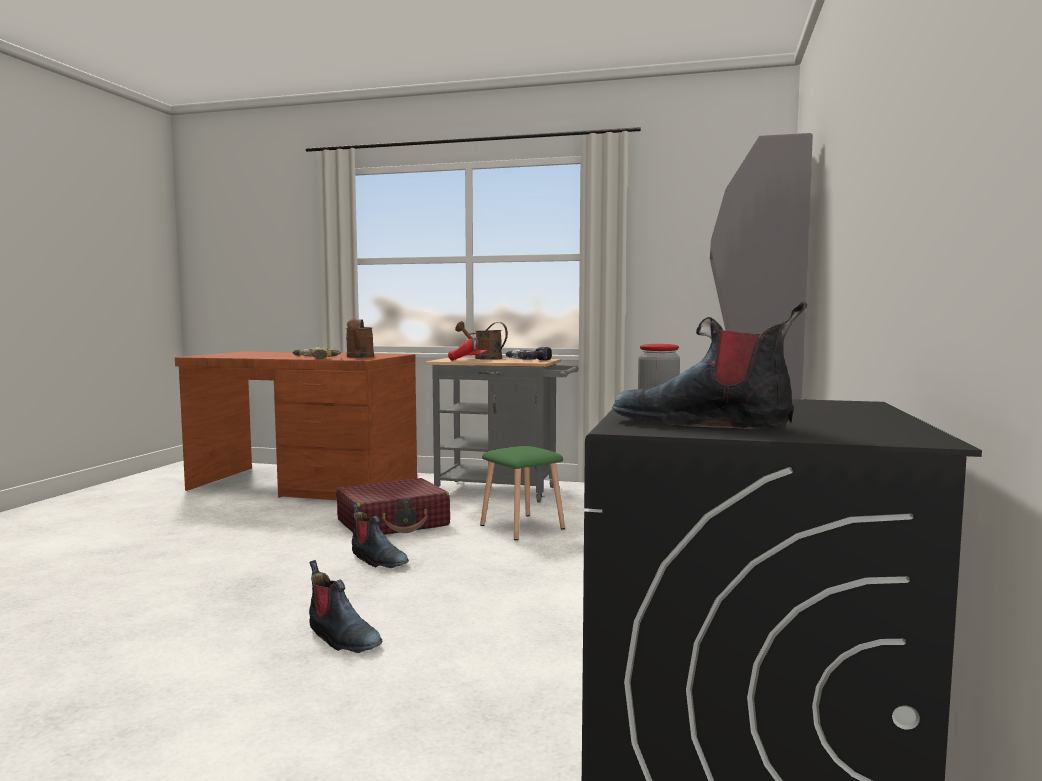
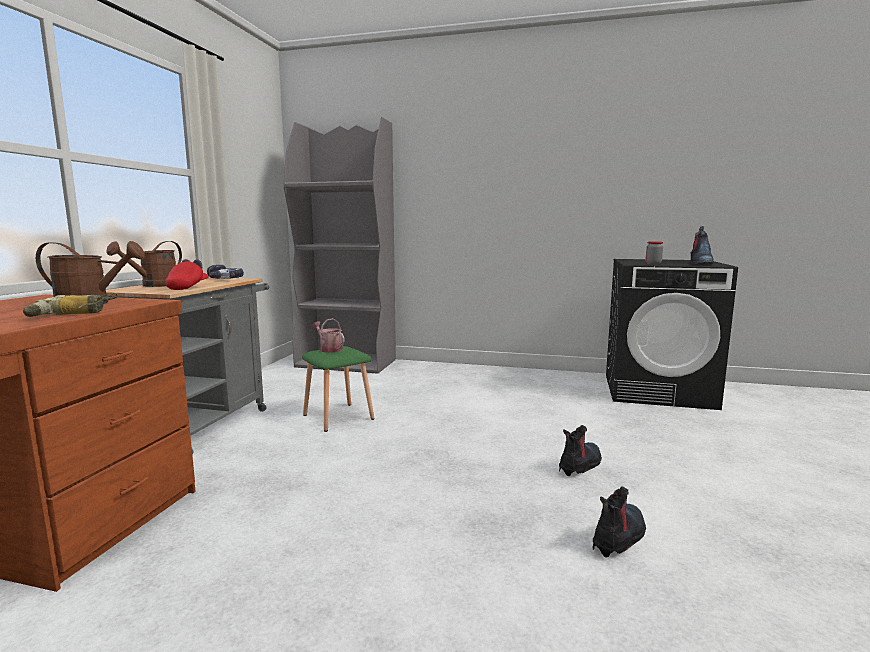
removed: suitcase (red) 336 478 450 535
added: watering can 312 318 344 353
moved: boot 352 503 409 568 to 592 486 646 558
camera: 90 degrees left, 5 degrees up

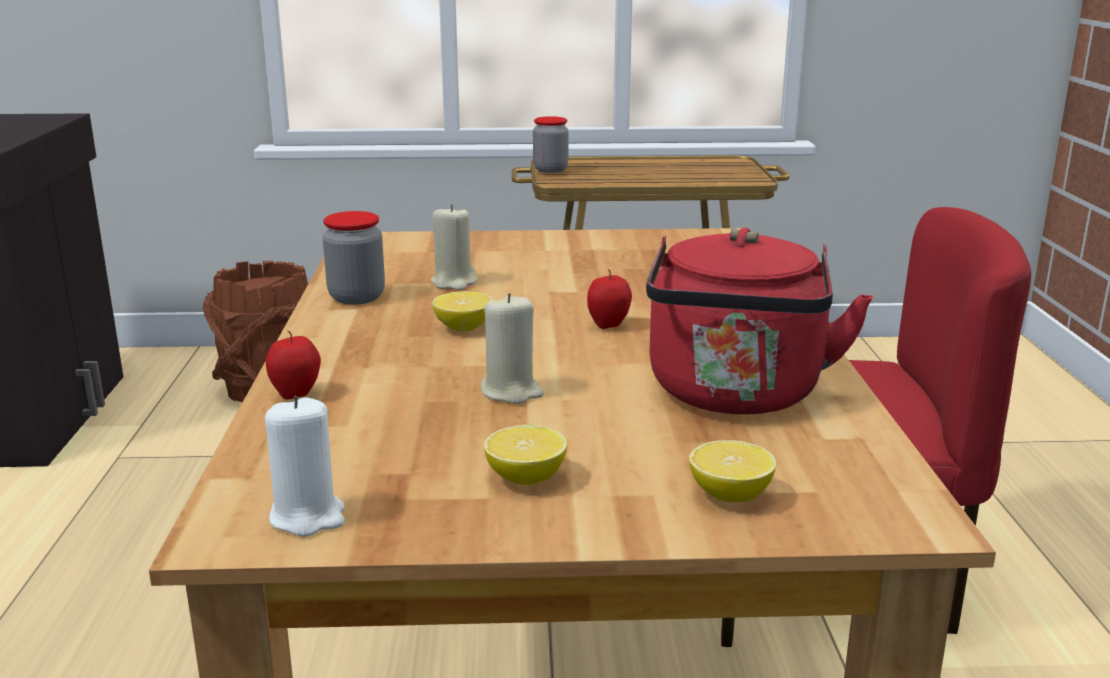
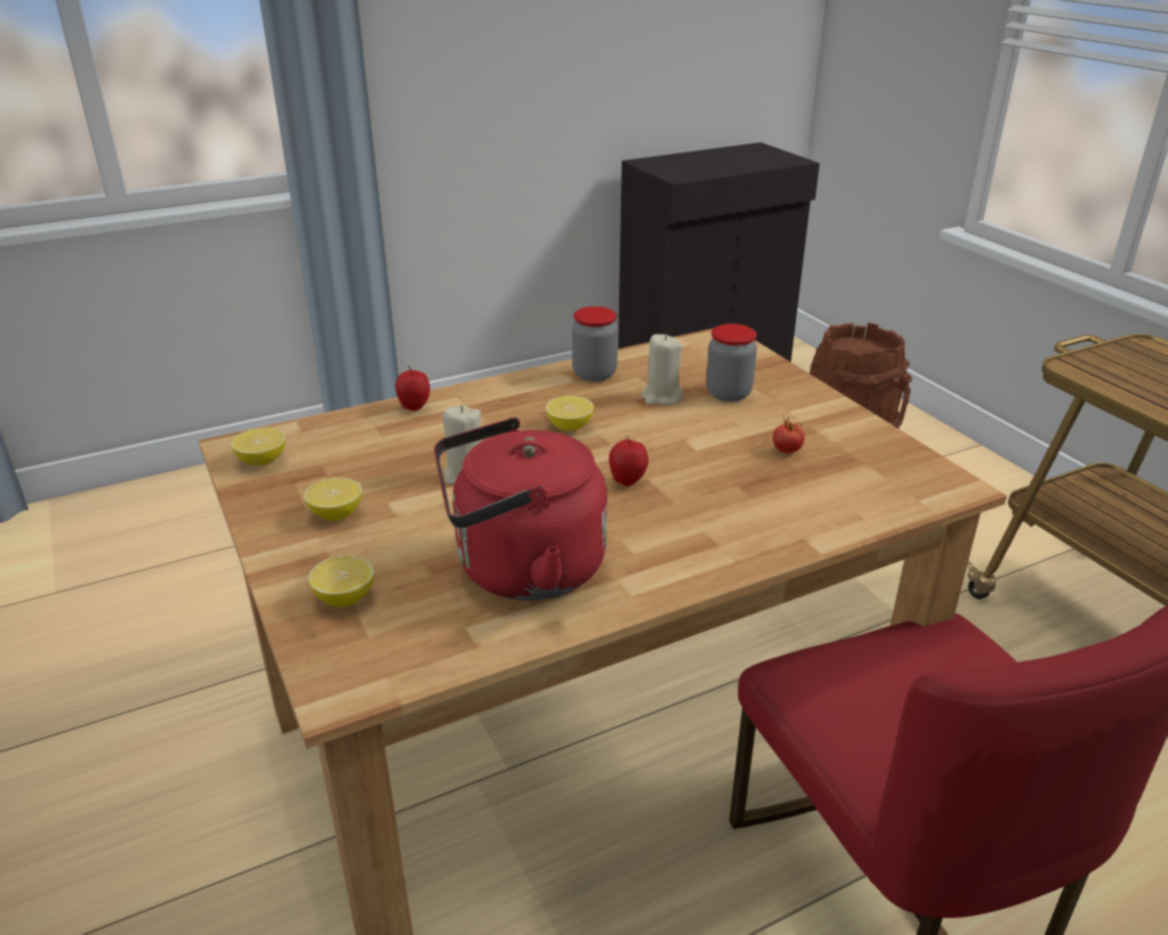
added: tomato 773 416 804 454
moved: jar 533 116 569 173 to 706 324 757 402
replaced: candle (white) 265 396 344 537 to lemon 231 428 285 466
camera: 65 degrees right, 10 degrees up

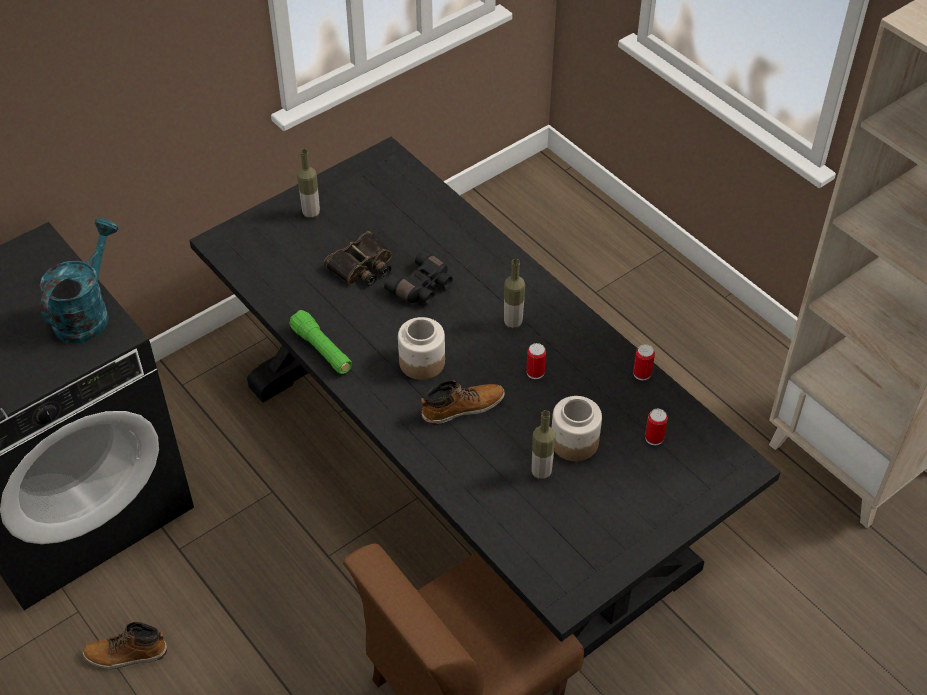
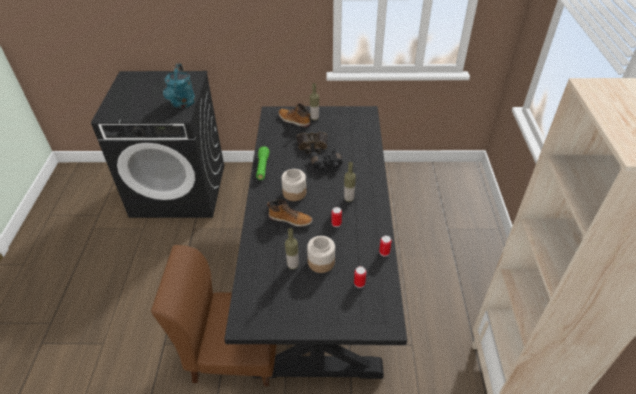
moved: boot 83 622 167 669 to 279 103 310 127
turned: watering can (turquoise) 40 218 119 343 = 163 64 196 108 120 degrees clockwise
camera: 40 degrees right, 5 degrees down

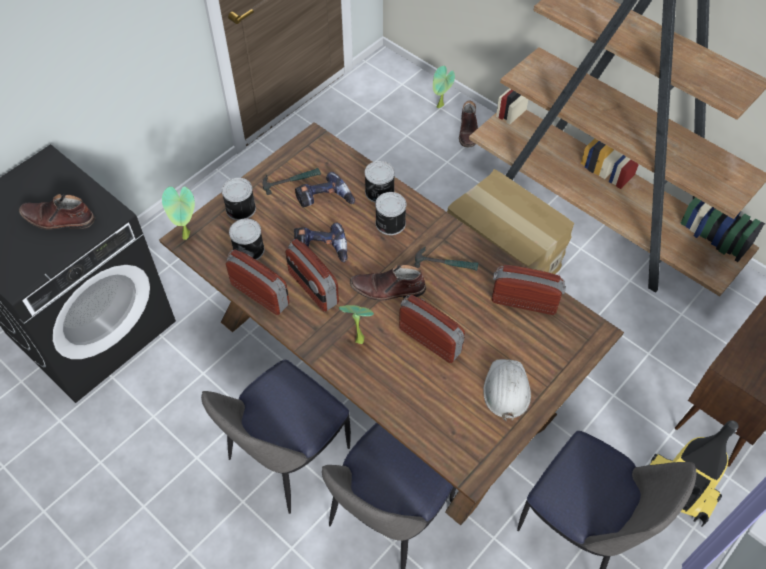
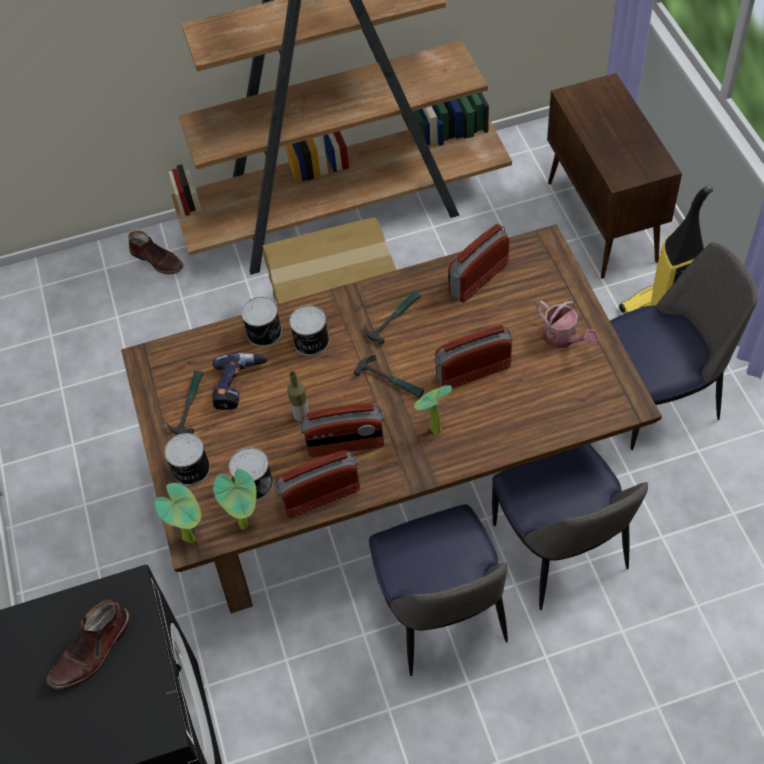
moved: potted plant 433 66 455 108 to 213 468 256 530
replaced: power drill 294 223 348 263 to bottle 287 371 309 422; boot (brown) 350 265 426 301 to hammer 354 355 424 398; hard hat (white) 483 359 531 421 to watering can 536 300 598 349
camera: 55 degrees left, 0 degrees up

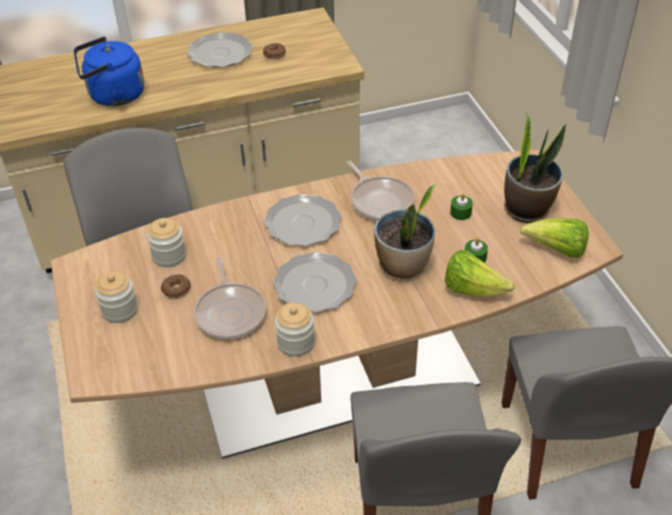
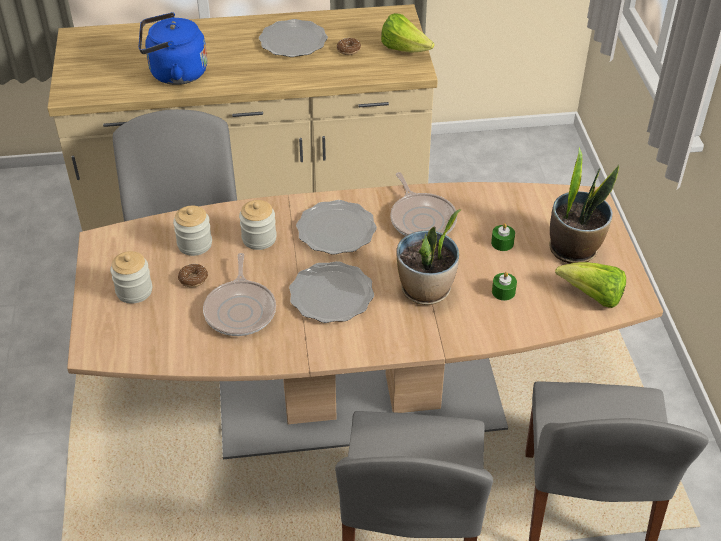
moved: jar 275 302 315 357 to 239 200 277 250; lettuce 445 250 515 297 to 381 13 435 52
camera: 10 degrees right, 0 degrees up

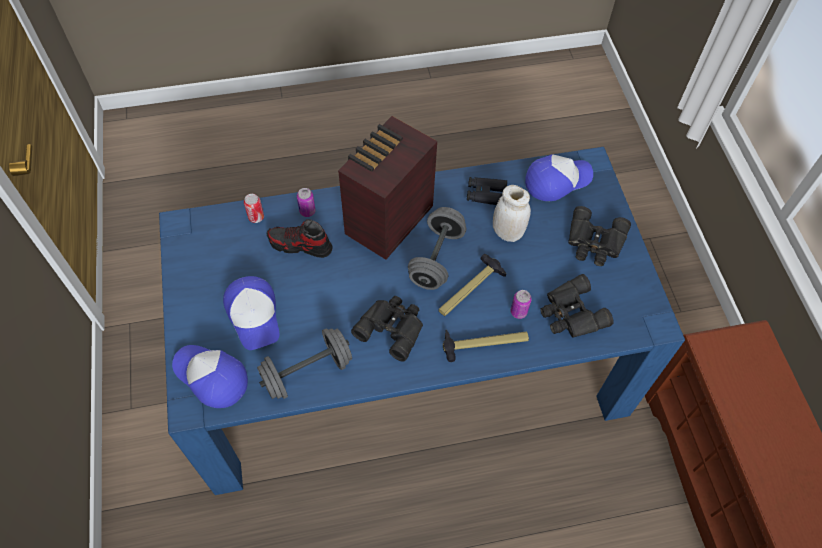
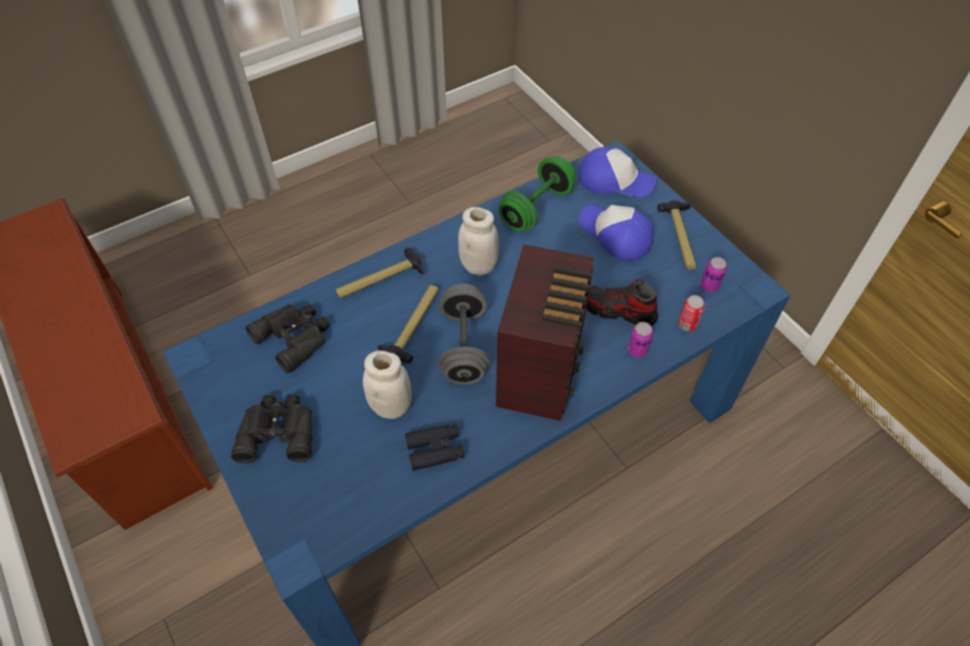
removed: cap 525 154 593 201
added: hammer 657 200 697 270
moved: can 510 290 532 319 to 701 257 727 292
replaced: binoculars (black) 351 296 423 362 to jar (white) 458 207 499 276
recoloured: dumbbell (grey) 257 328 352 399 to dumbbell (green) 499 157 576 231
turned: shoe 267 219 332 258 = 586 280 658 326 150 degrees counterclockwise
camera: 160 degrees right, 5 degrees down

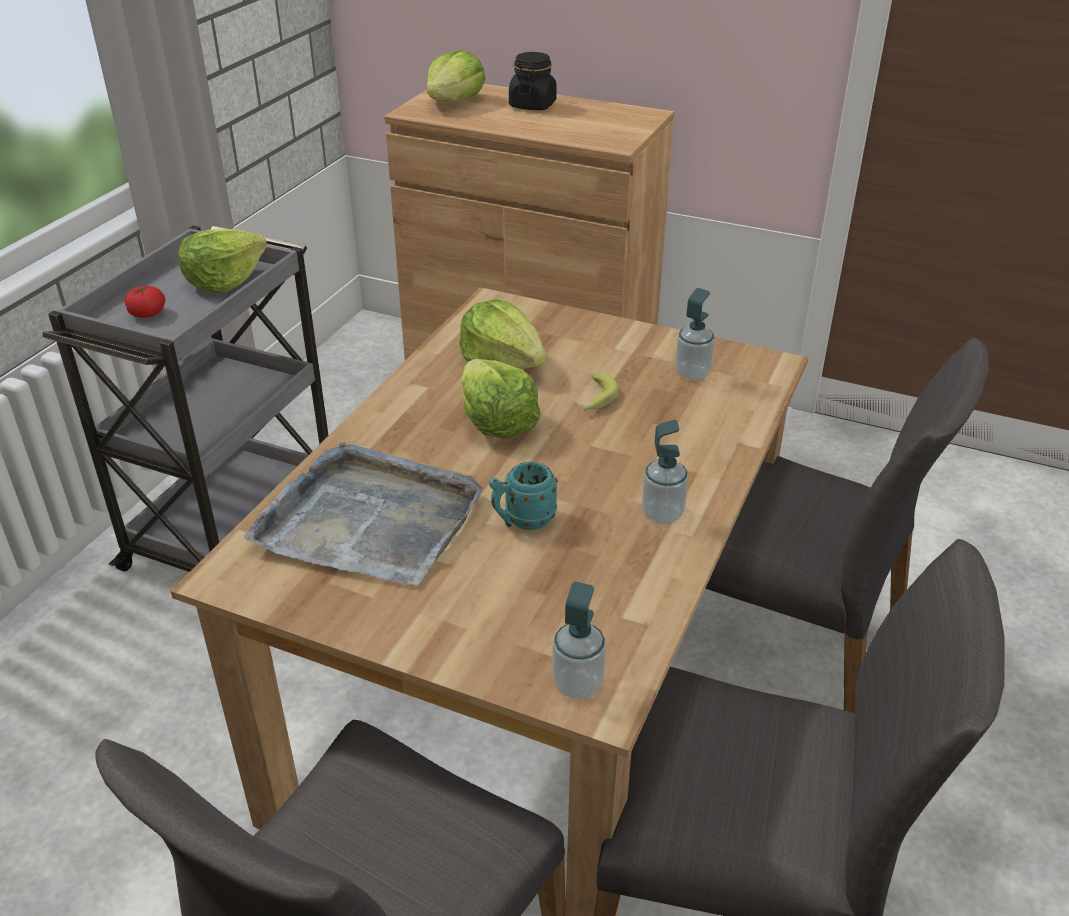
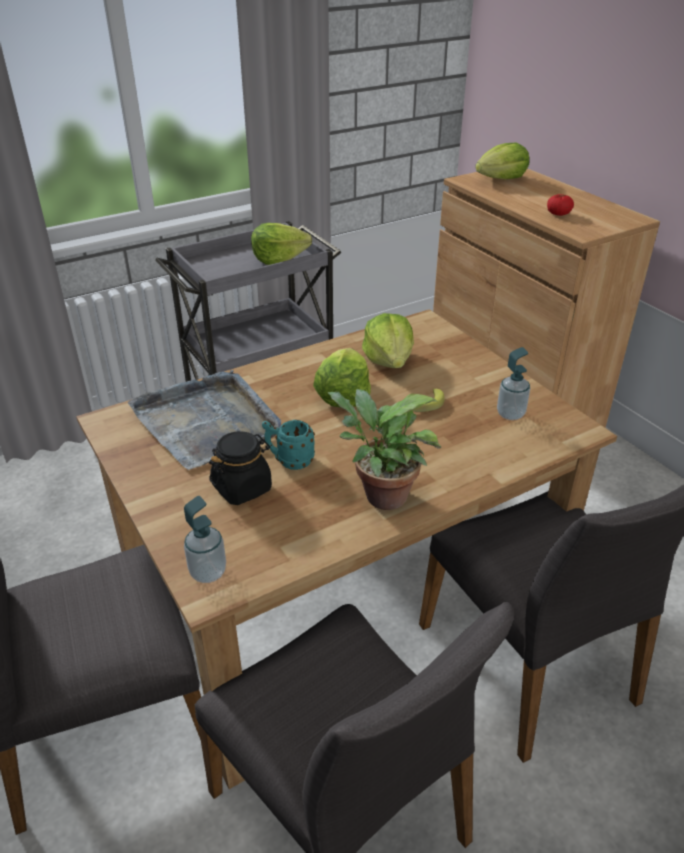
moved: jar (black) 509 52 557 110 to 209 431 272 505; tomato 125 286 165 318 to 547 194 574 216
replaced: soap dispenser 642 420 688 524 to potted plant 328 389 441 510
camera: 35 degrees right, 0 degrees up

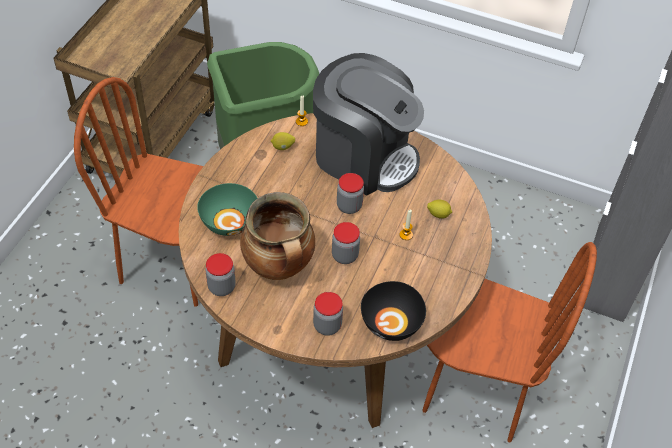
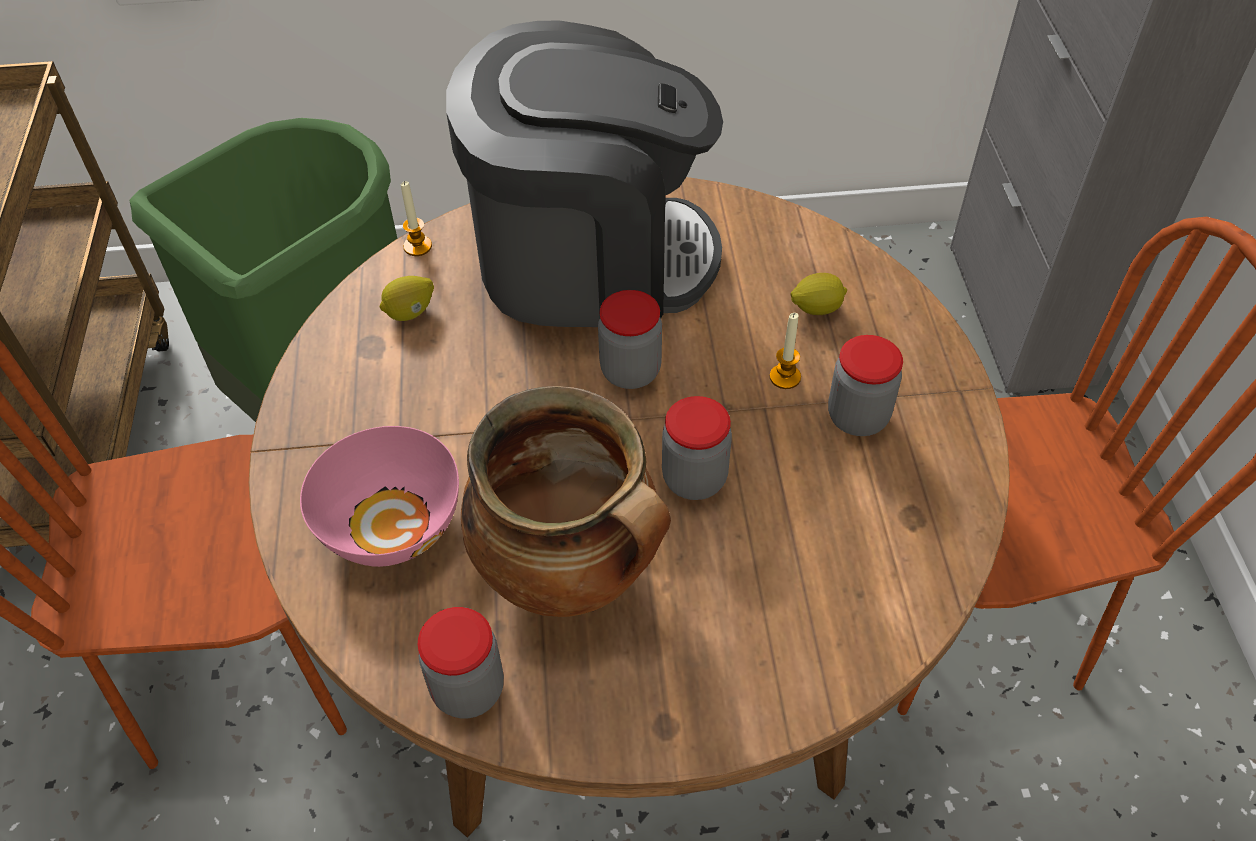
removed: bowl (black) 361 281 426 341
moved: jar 313 292 343 336 to 828 335 903 436
recoloured: bowl (green) 197 183 258 236 to bowl (pink) 300 426 459 567
camera: 25 degrees left, 0 degrees up

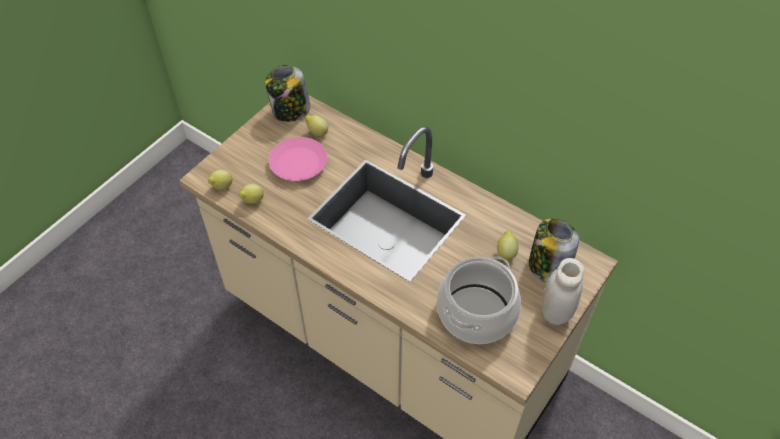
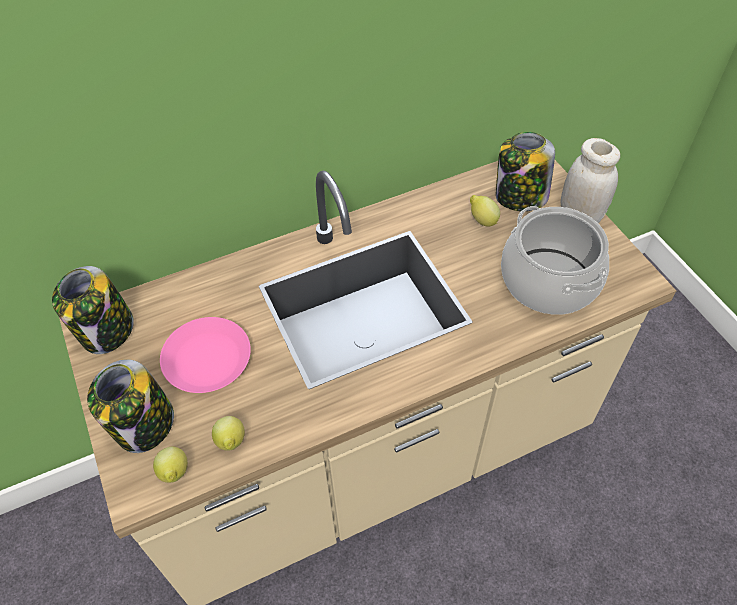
removed: lemon 305 115 328 136
added: jar 87 359 174 453
camera: 60 degrees left, 0 degrees up

